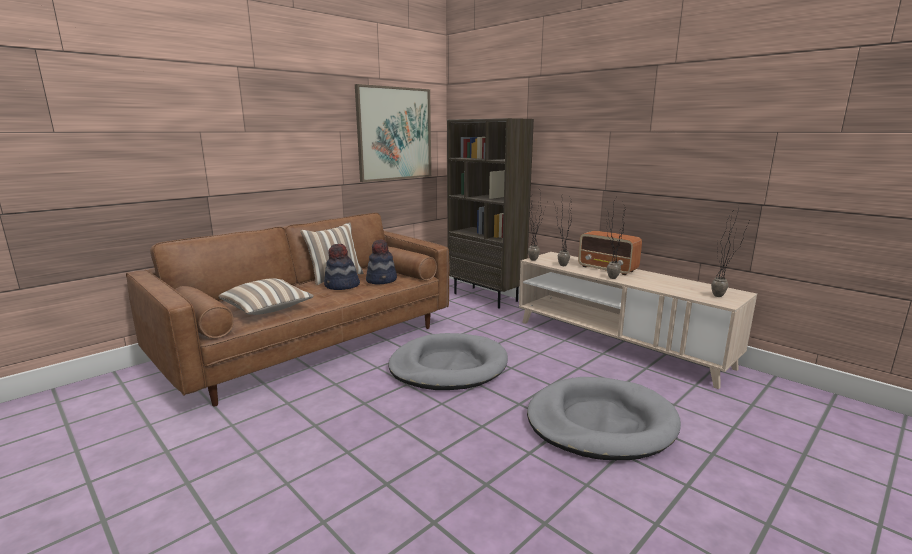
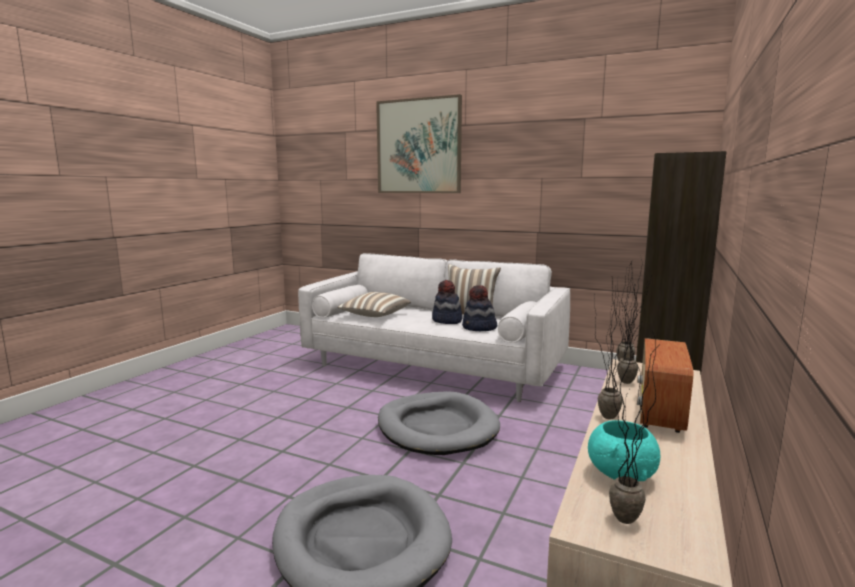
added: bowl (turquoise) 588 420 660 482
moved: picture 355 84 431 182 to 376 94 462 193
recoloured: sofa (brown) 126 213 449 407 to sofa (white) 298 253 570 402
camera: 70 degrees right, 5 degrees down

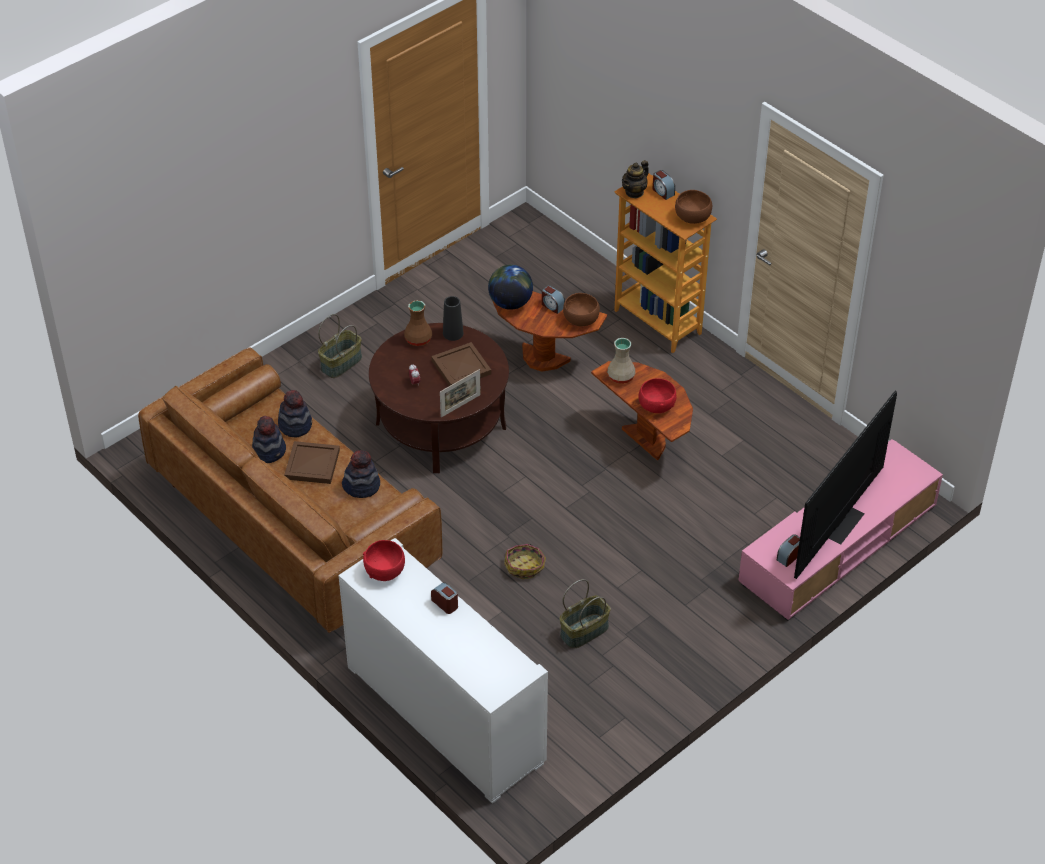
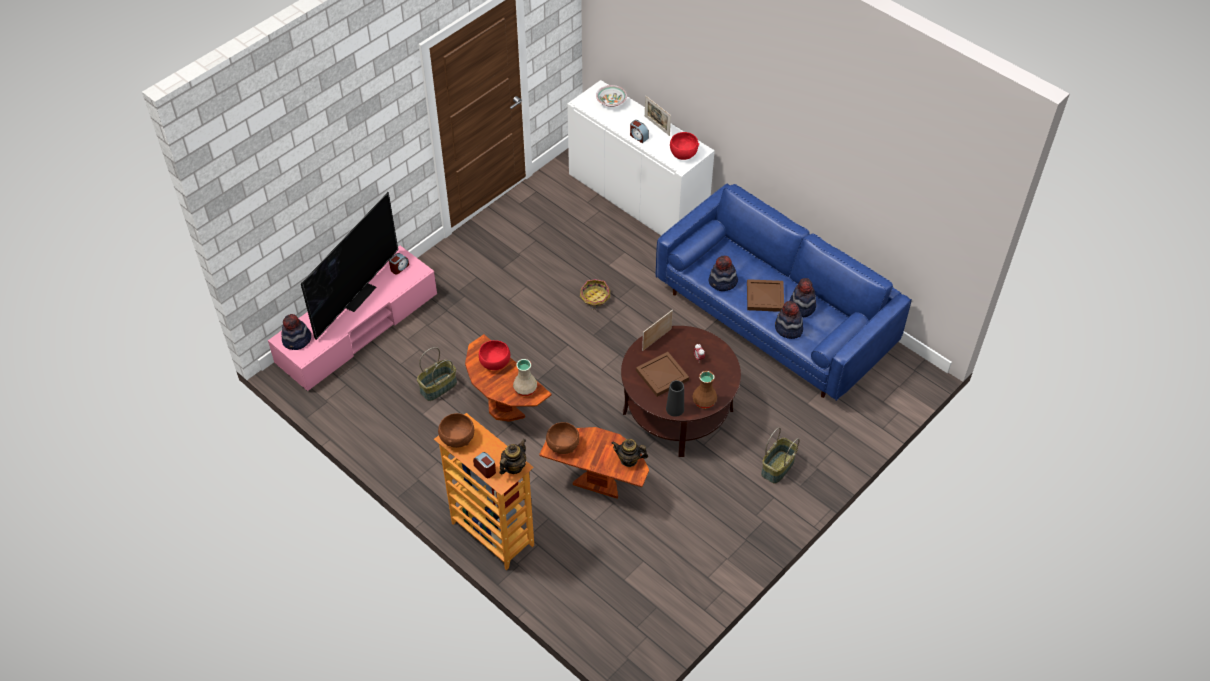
removed: alarm clock 542 285 565 314
added: hat 282 314 311 350; bowl 596 85 627 107; picture frame 645 96 671 136
moved: basket 559 579 611 649 to 417 347 457 401
replaced: globe 488 265 533 310 to teapot 611 439 648 467
recoloured: sofa (brown) 138 347 442 633 to sofa (blue) 656 184 912 401
camera: 175 degrees right, 5 degrees up

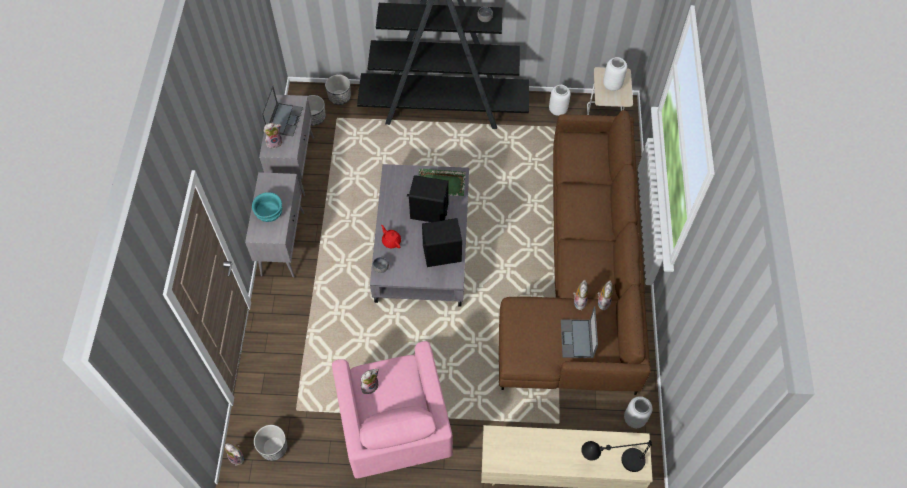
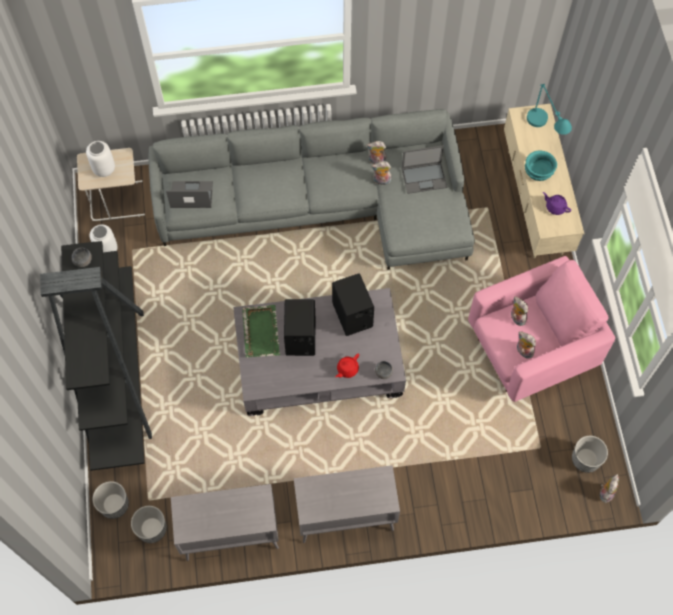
removed: vase (grey) 624 396 652 428
added: teapot (purple) 543 192 571 215
moved: laptop 261 85 303 136 to 166 181 213 208; plush toy 264 123 282 149 to 511 296 528 326; bowl (turquoise) 252 192 282 222 to 525 151 557 181
recoloured: sofa (brown) 499 110 651 395 to sofa (grey) 148 109 475 270; table lamp (black) 581 440 652 472 to table lamp (turquoise) 527 84 572 135
camera: 100 degrees left, 5 degrees up

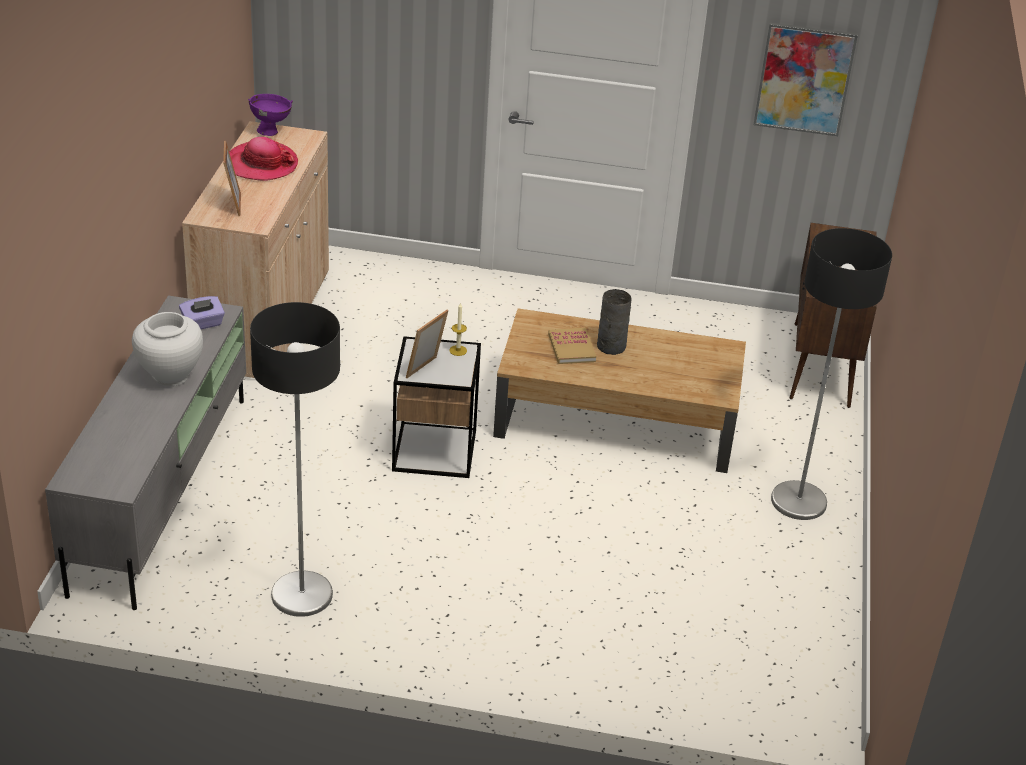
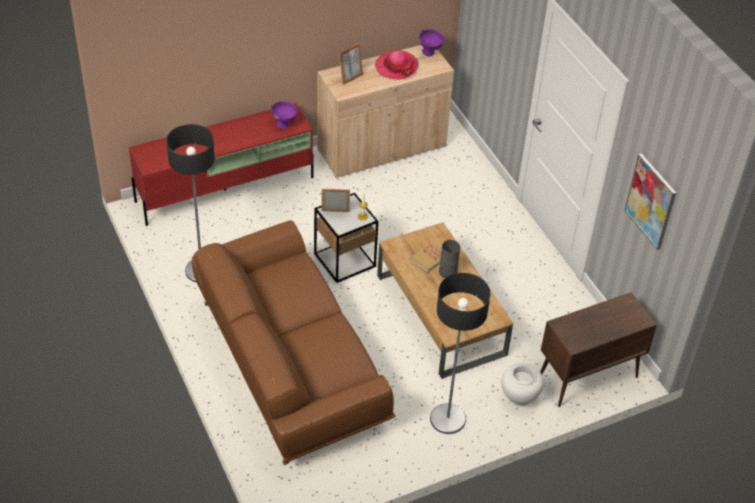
added: sofa (brown) 192 220 395 465
moved: vase (white) 132 312 203 386 to 501 363 544 407
replaced: tissue box (purple) 179 296 225 329 to bowl (purple) 271 101 299 129
recoloured: tv stand (grey) 45 296 246 610 to tv stand (red) 129 103 313 226
camera: 55 degrees right, 10 degrees up

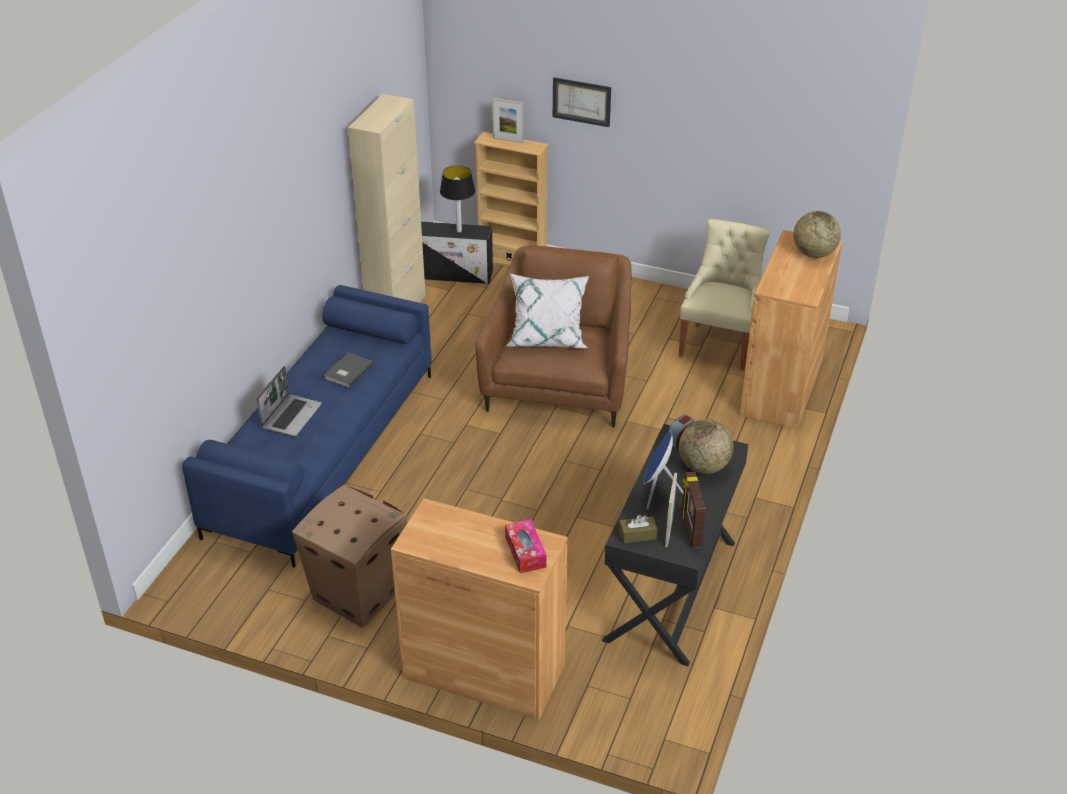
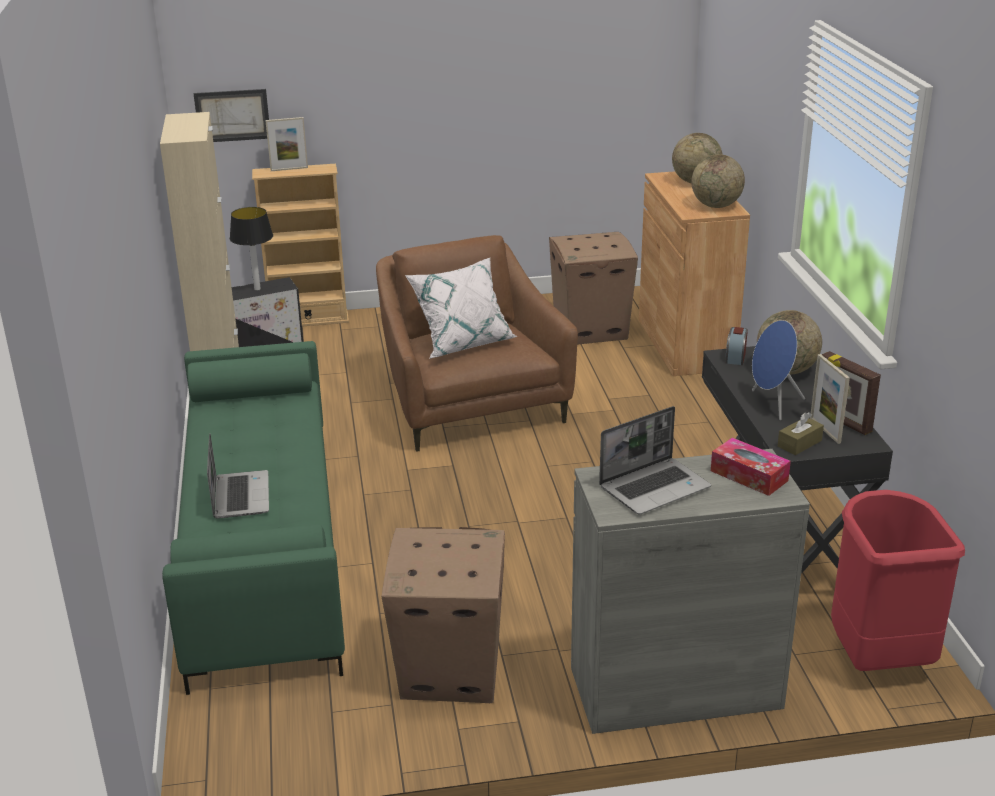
removed: book (grey) 324 353 374 388
added: laptop 599 406 711 514; globe 691 154 745 208; trash can (red) 831 490 965 671
moved: picture 553 77 611 127 to 194 89 269 142
replaced: chair (beige) 679 219 770 371 to cardboard box 549 232 638 345
recoloured: sofa (blue) 182 285 432 568 to sofa (green) 162 341 345 695; cabinet (brown) 391 498 568 720 to cabinet (grey) 571 449 810 734
camera: 30 degrees left, 10 degrees down

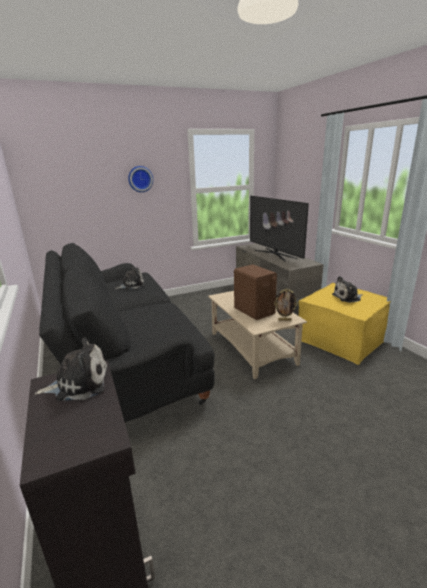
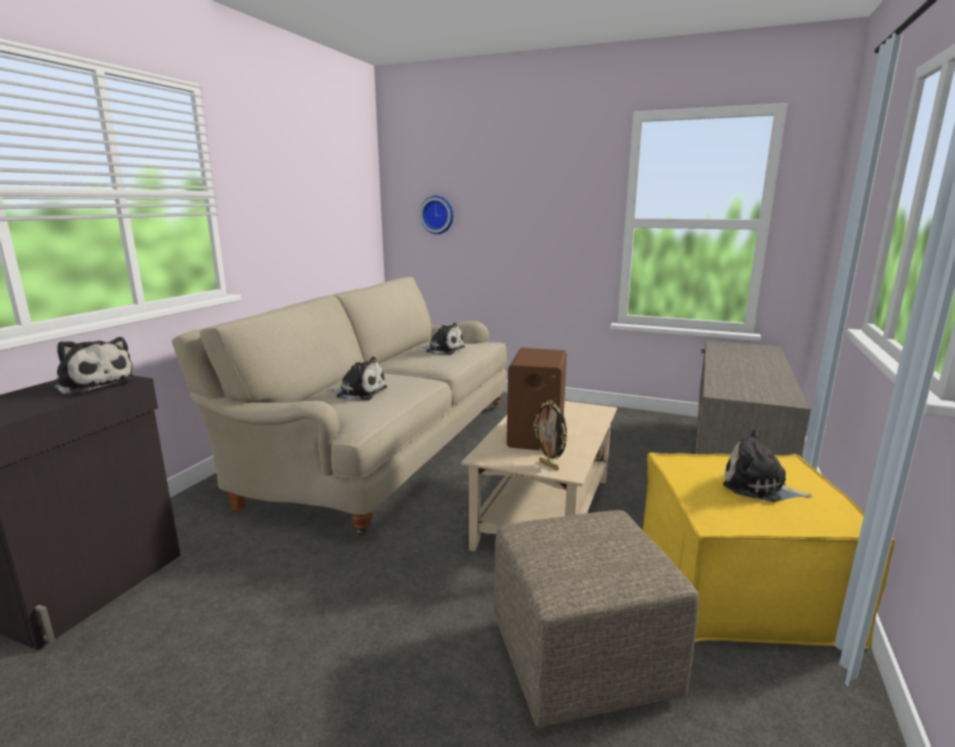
removed: television 250 196 309 261
added: plush toy 327 357 387 401; ottoman (beige) 494 510 699 728
moved: wall clock 128 166 153 192 to 420 196 453 234
recoloured: sofa (black) 39 243 215 422 to sofa (beige) 172 277 507 537
camera: 45 degrees right, 5 degrees down

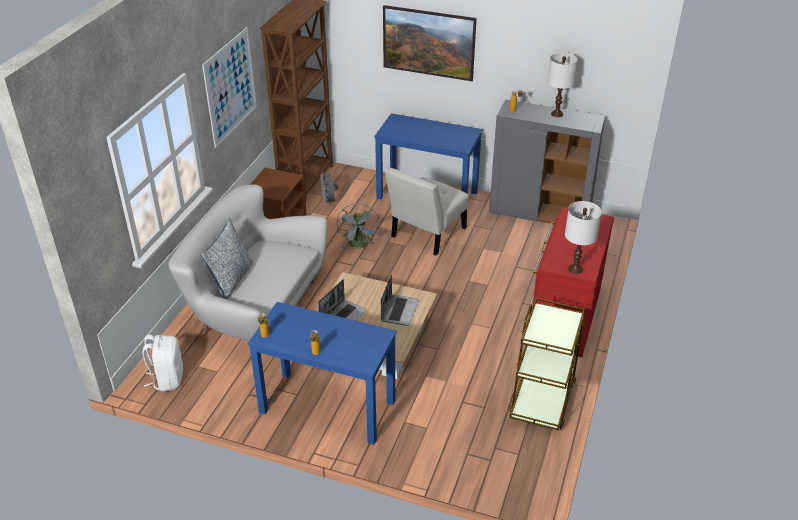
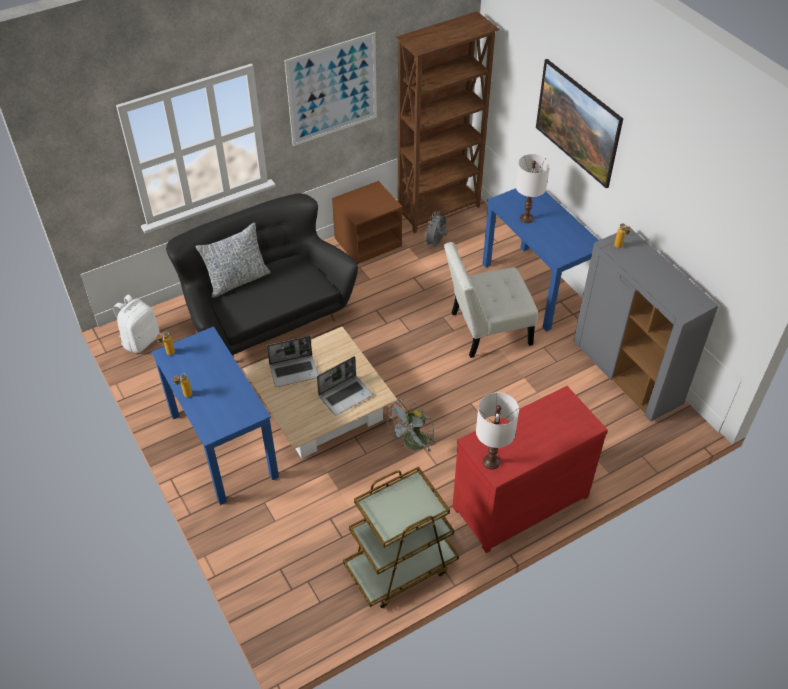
moved: fan (grey) 337 203 379 248 to 385 399 435 453; table lamp (white) 548 53 578 117 to 516 154 550 223
recoloured: sofa (white) 168 185 328 341 to sofa (black) 166 193 358 357
camera: 40 degrees right, 10 degrees up

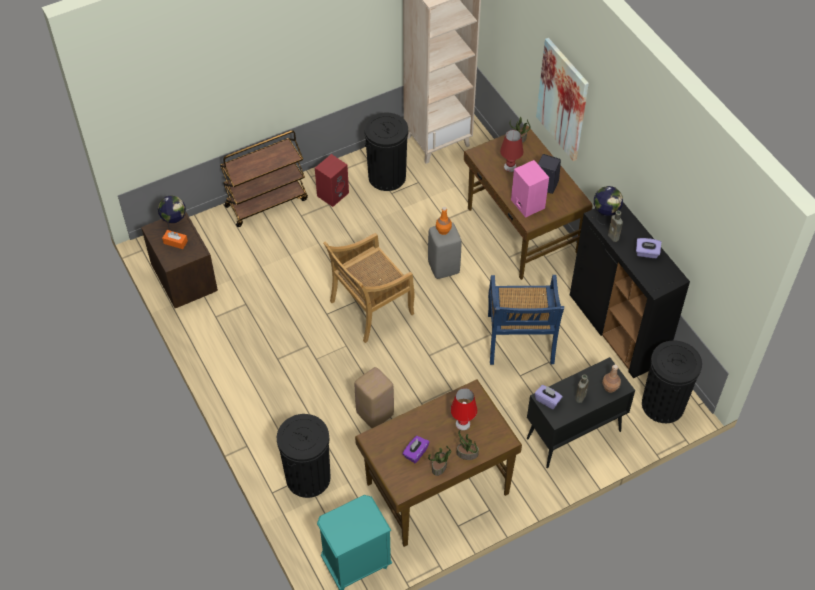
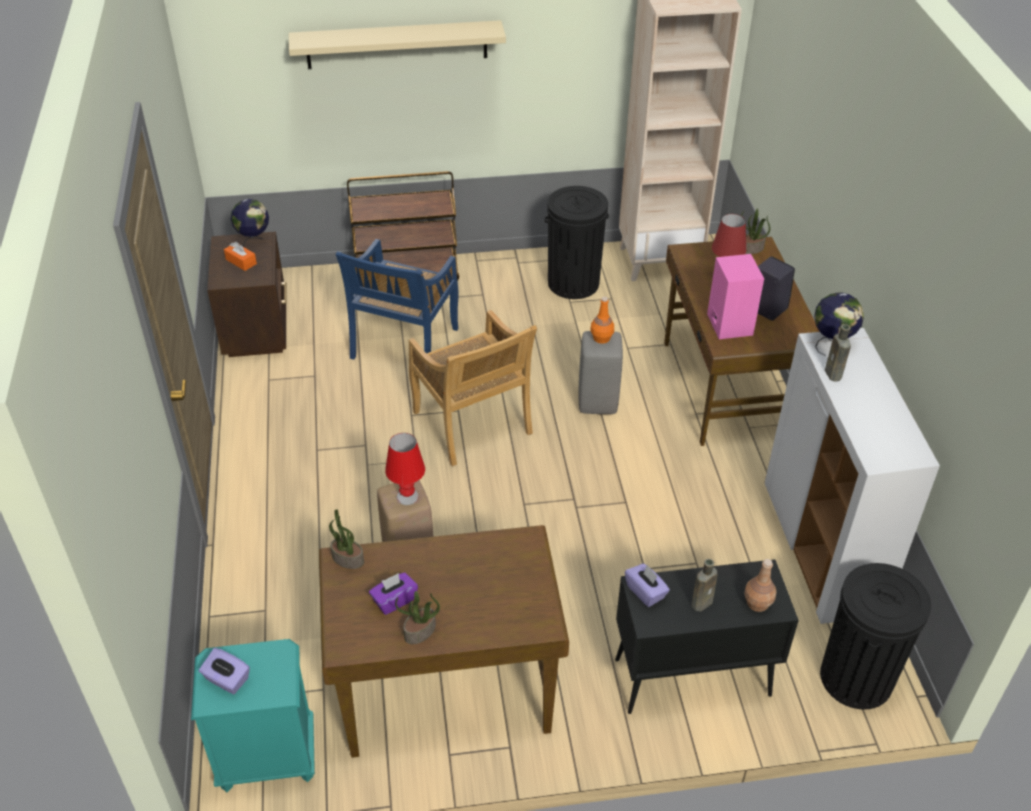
removed: trash can (black) 277 414 331 498; speaker (red) 315 154 349 207; picture 536 38 589 161
added: shelf (beige) 289 20 506 69
moved: tissue box (purple) 636 238 661 258 to 199 648 250 694; potted plant 457 430 479 460 to 329 509 364 569; chair (blue) 488 275 564 365 to 336 239 458 360; table lamp (red) 451 388 477 430 to 385 433 425 505
recoloured: cabinet (black) 570 202 690 378 to cabinet (white) 764 328 940 624
turned: chair (beige) 323 233 415 343 = 408 310 537 466 105 degrees counterclockwise
camera: 20 degrees right, 10 degrees down

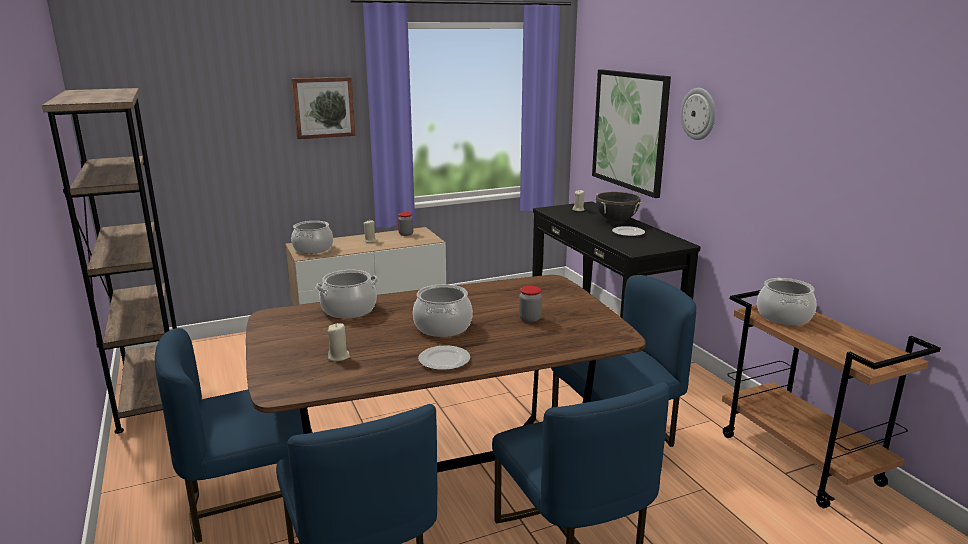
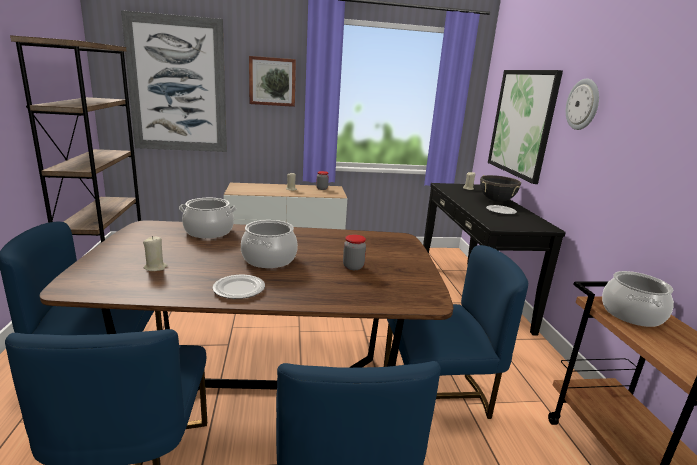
removed: cooking pot 291 221 333 254
added: picture 121 10 227 152
camera: 15 degrees right, 0 degrees up

